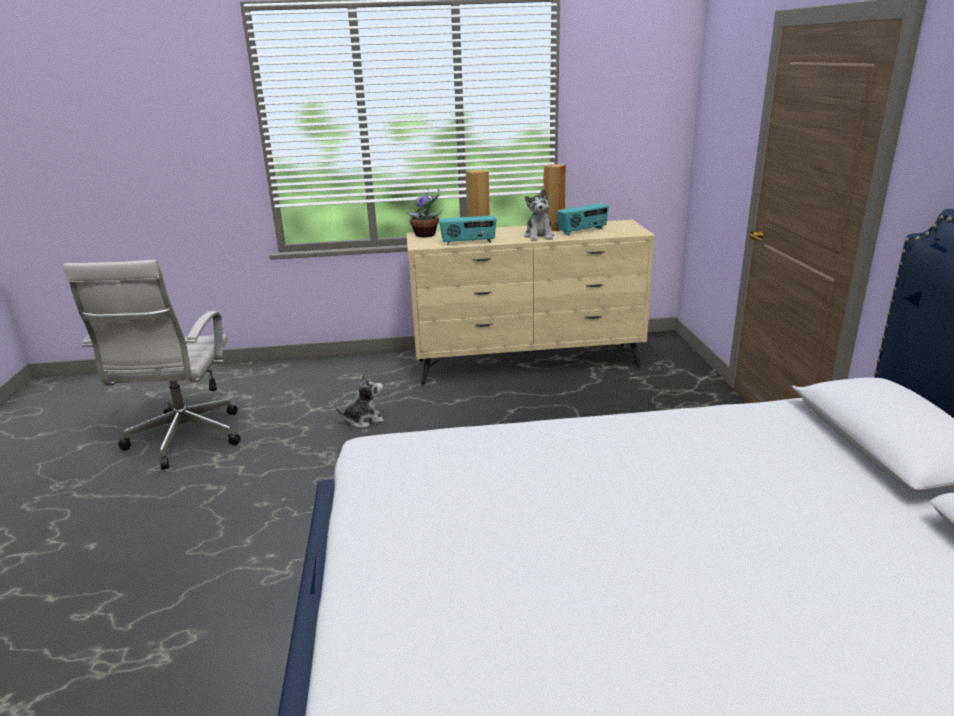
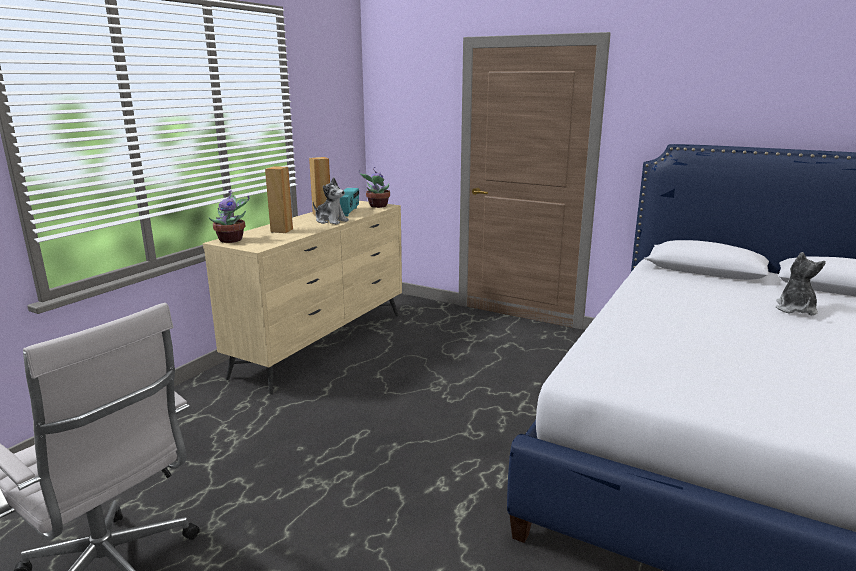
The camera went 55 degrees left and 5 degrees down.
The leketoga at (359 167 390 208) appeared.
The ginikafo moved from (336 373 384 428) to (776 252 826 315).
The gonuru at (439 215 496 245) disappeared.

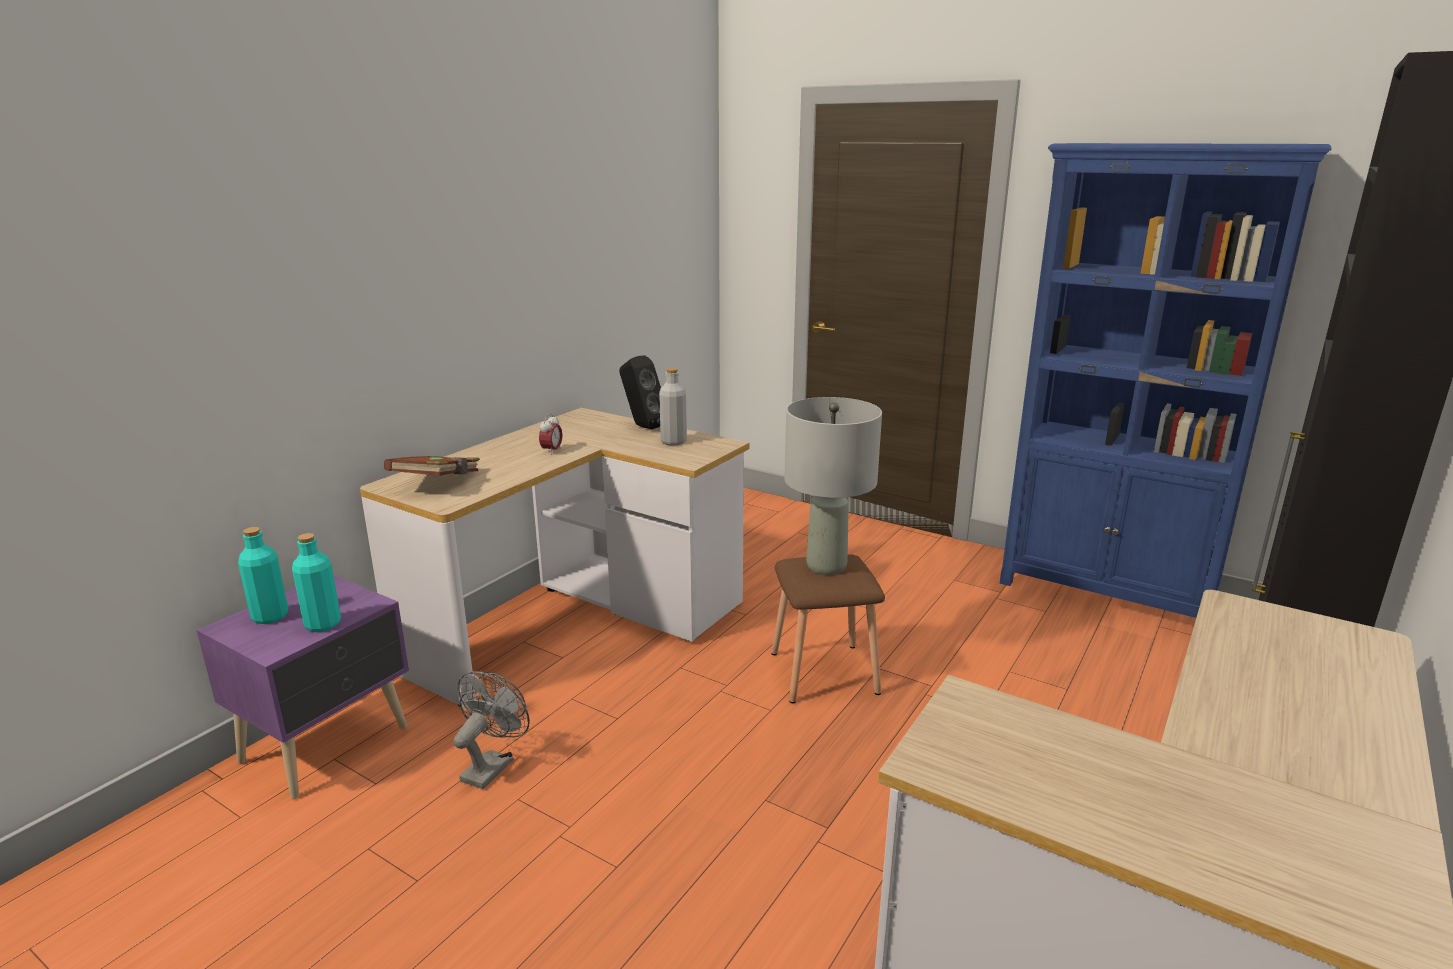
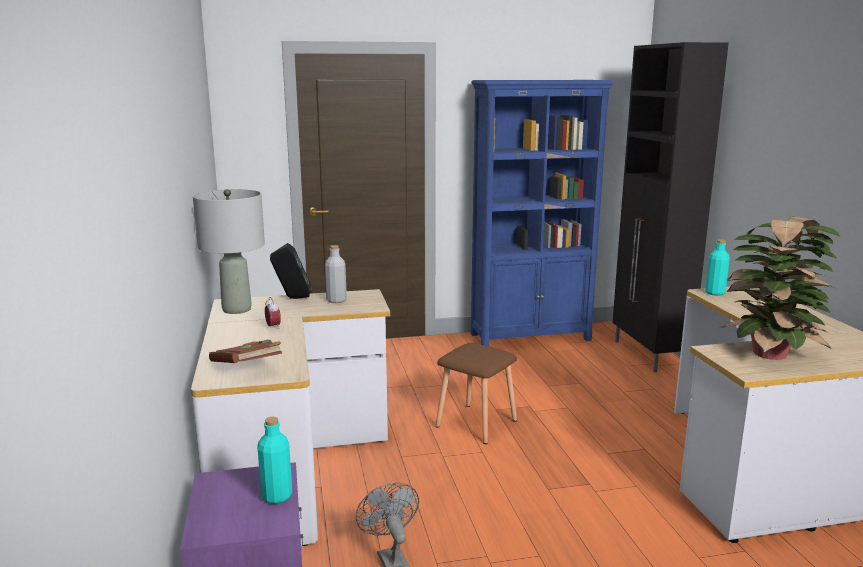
The camera went 45 degrees left and 5 degrees down.
The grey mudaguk moved from (784 397 882 575) to (193 189 265 314).
The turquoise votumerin moved from (238 527 288 624) to (705 239 730 296).
The leketoga at (721 216 840 360) appeared.

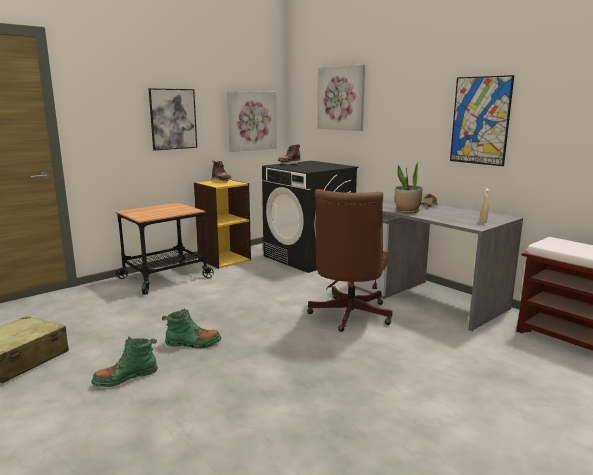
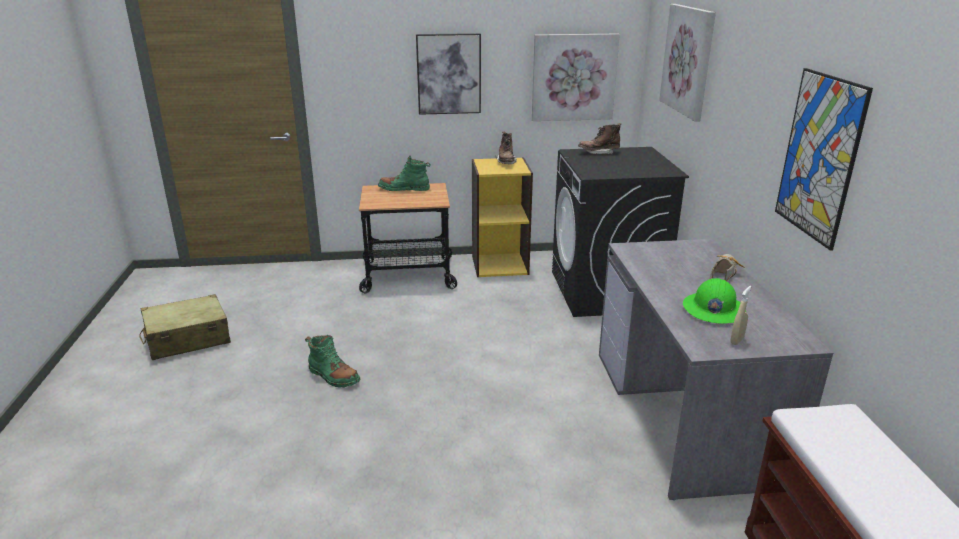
The camera went 35 degrees right and 10 degrees up.
The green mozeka moved from (91 336 158 387) to (378 156 430 191).
The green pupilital at (683 278 746 324) appeared.
The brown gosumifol at (307 189 392 332) disappeared.
The leketoga at (395 163 422 214) disappeared.

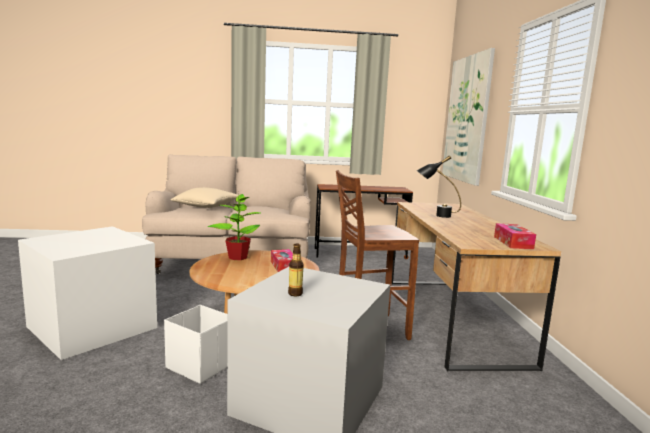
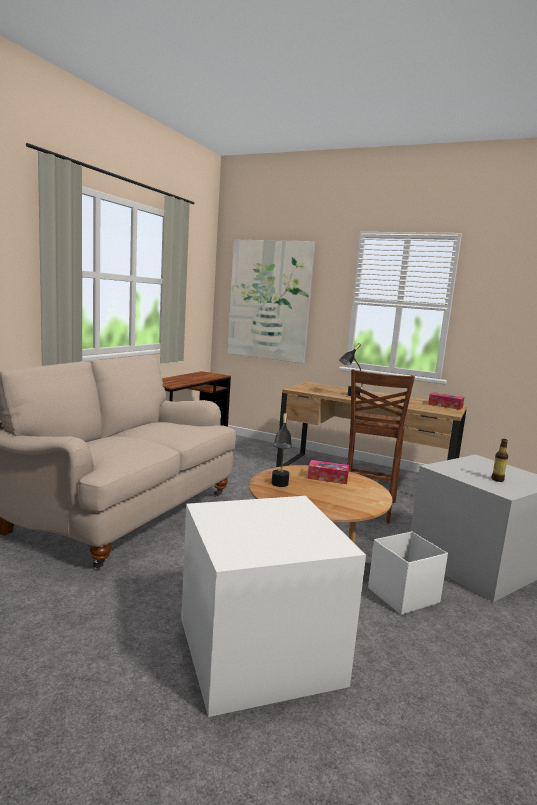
The camera went 60 degrees left and 0 degrees up.
The leketoga at (207 194 260 260) was replaced by the black mudaguk at (271 413 292 487).
The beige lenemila at (170 187 239 208) disappeared.

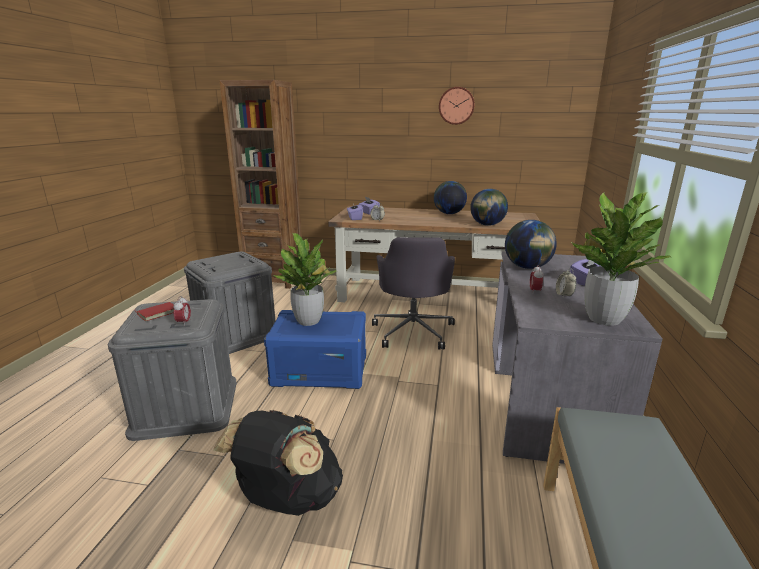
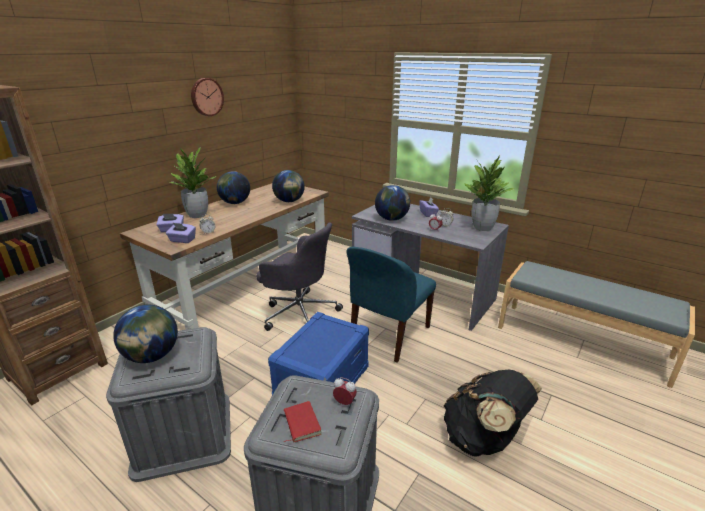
The camera went 65 degrees left and 5 degrees up.
The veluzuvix at (113 305 178 363) appeared.
The leketoga moved from (274 233 337 326) to (170 147 216 218).
The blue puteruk at (347 247 436 363) appeared.

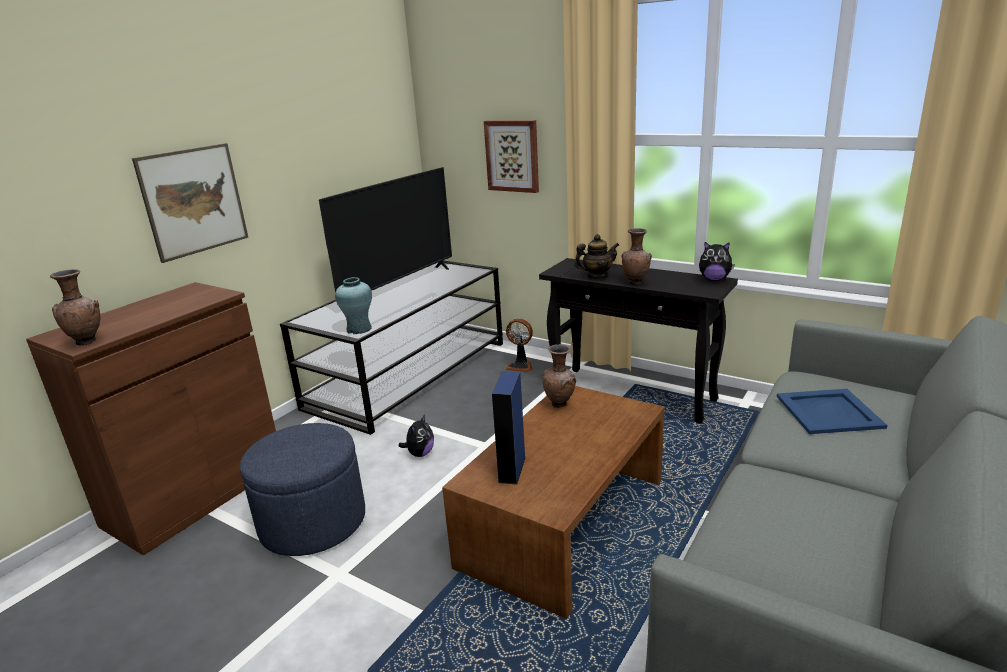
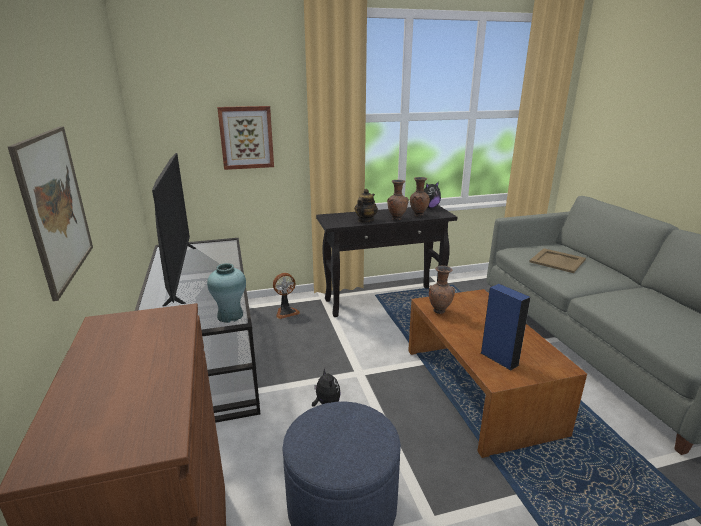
The camera went 50 degrees left and 0 degrees up.
The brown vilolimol moved from (50 269 100 346) to (410 177 430 217).
The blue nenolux at (777 389 888 434) became the beige nenolux at (529 248 586 273).

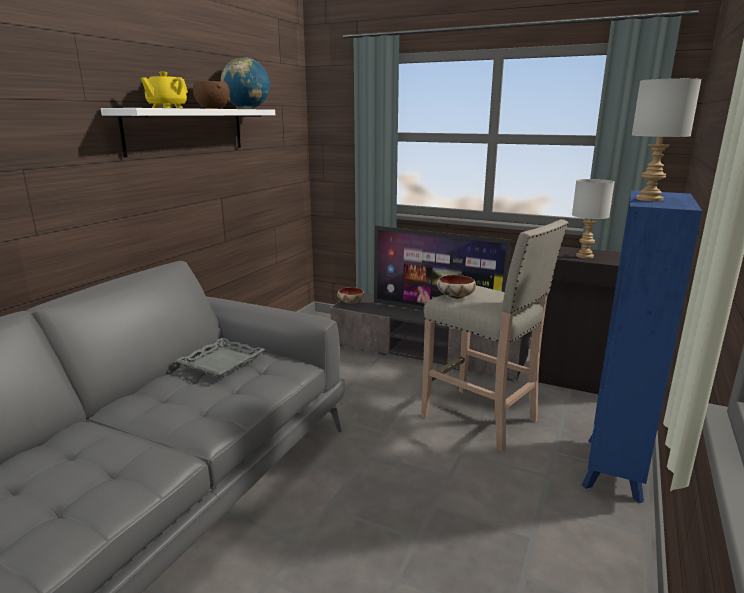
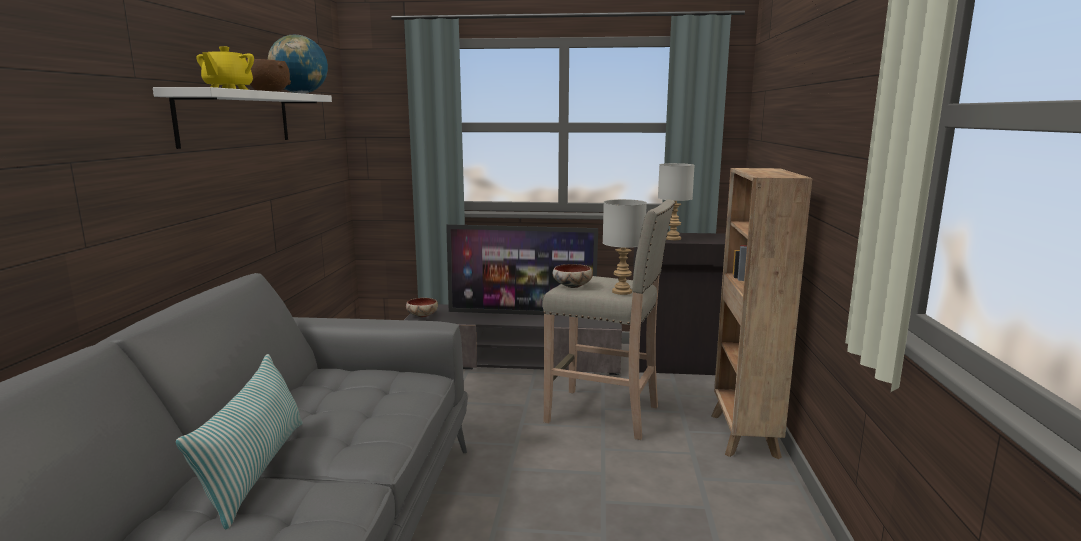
The camera went 20 degrees left and 5 degrees down.
The lenemila at (176 354 303 529) appeared.
The grey mudaguk moved from (632 78 702 202) to (603 199 647 295).
The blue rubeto at (582 190 702 503) became the brown rubeto at (711 168 812 459).
The grey nenolux at (175 338 265 378) disappeared.

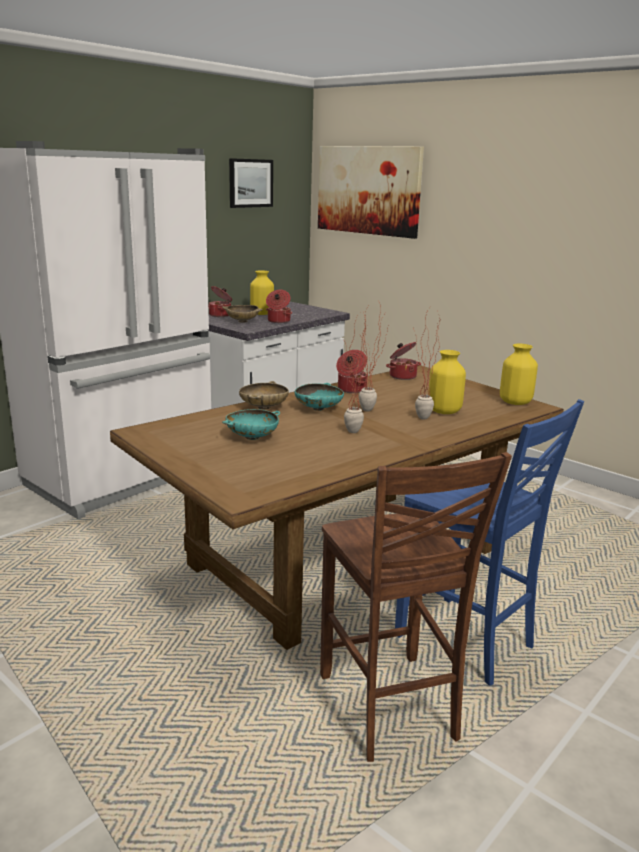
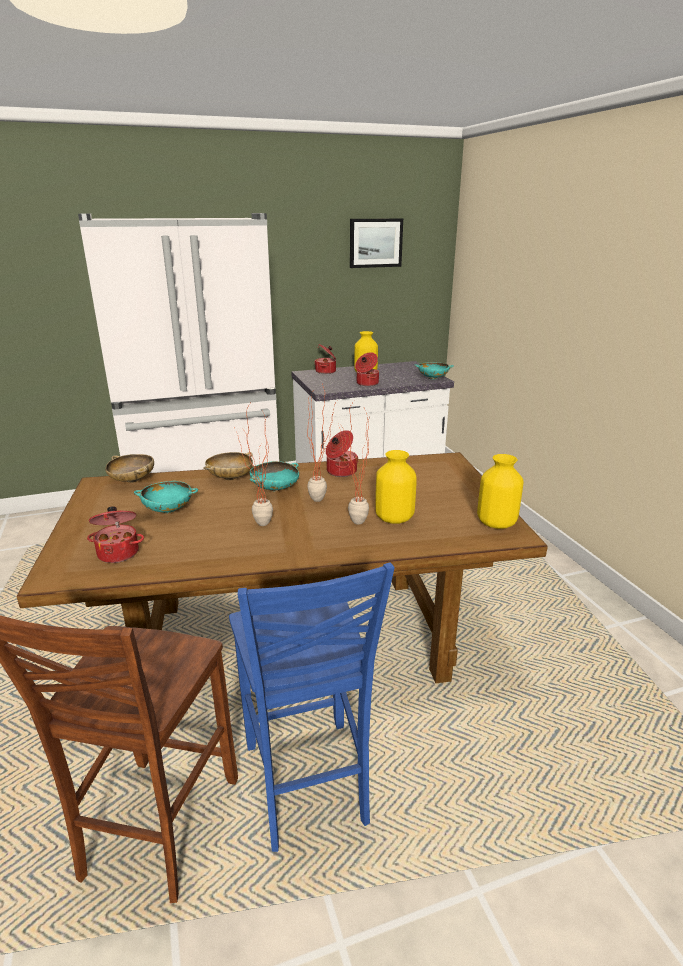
The camera went 30 degrees right and 5 degrees up.
The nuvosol moved from (386 342 421 380) to (87 506 144 563).
The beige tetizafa moved from (222 305 263 323) to (105 454 154 483).
The turquoise tetizafa at (414 362 454 380) appeared.
The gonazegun at (318 146 424 239) disappeared.

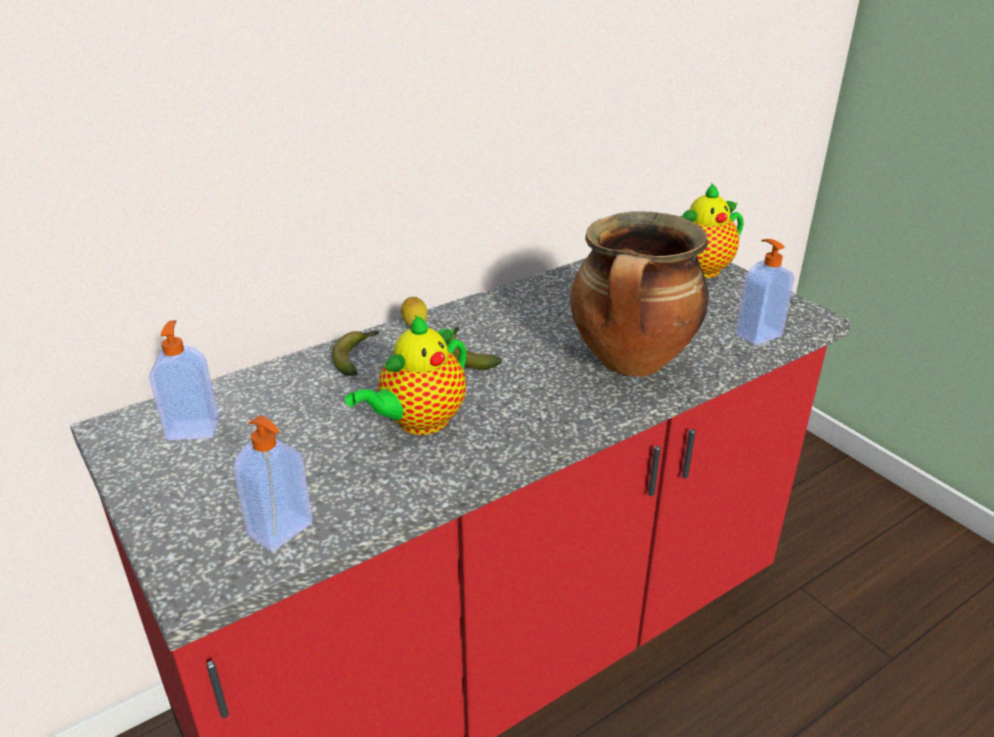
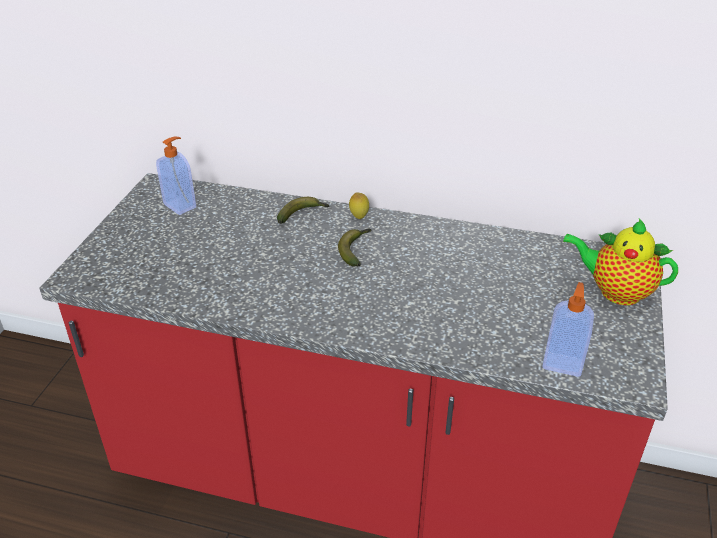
The camera went 50 degrees right and 5 degrees up.
The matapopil at (233 415 313 551) disappeared.
The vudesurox at (345 315 467 435) disappeared.
The nuvosol at (570 211 709 377) disappeared.

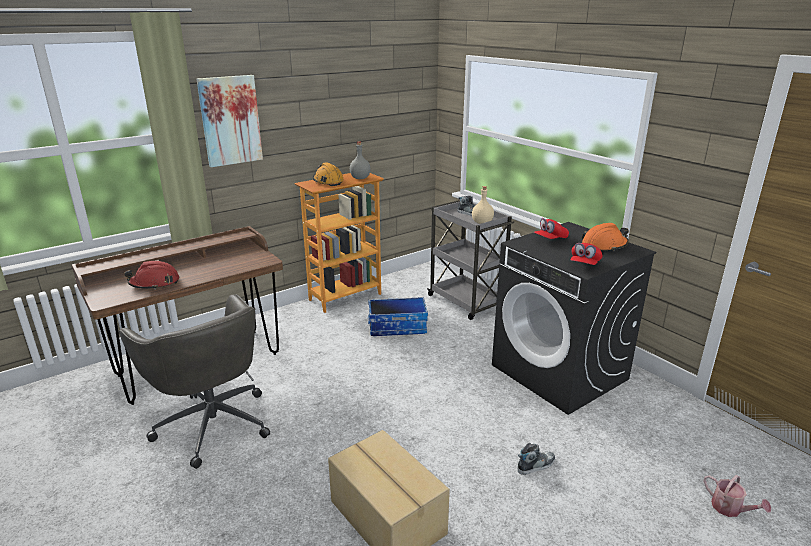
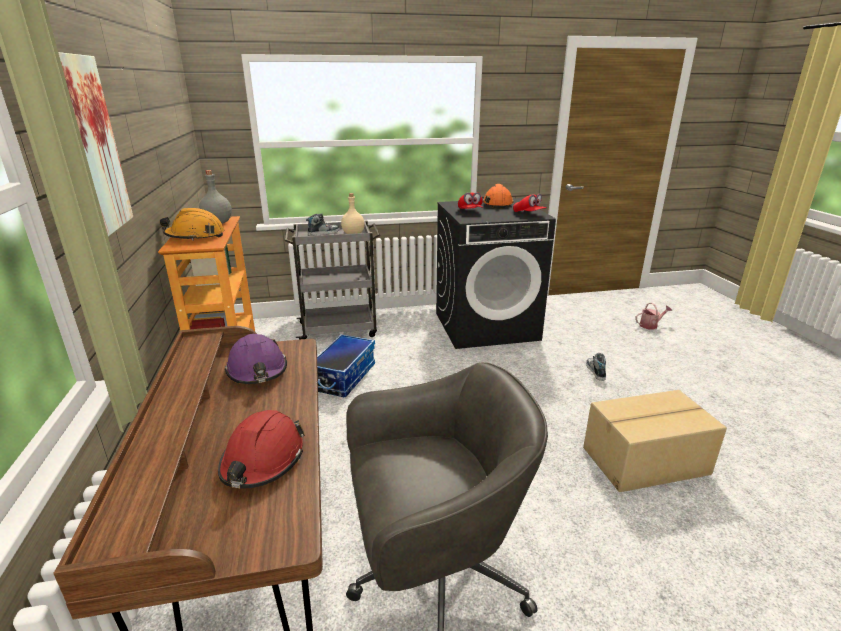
The camera went 65 degrees left and 0 degrees up.
The purple pupilital at (225 334 287 384) appeared.

